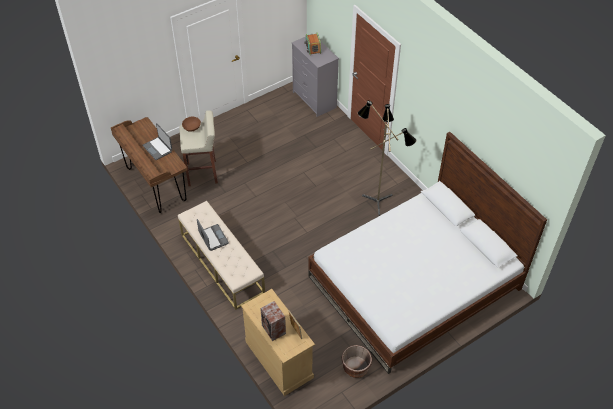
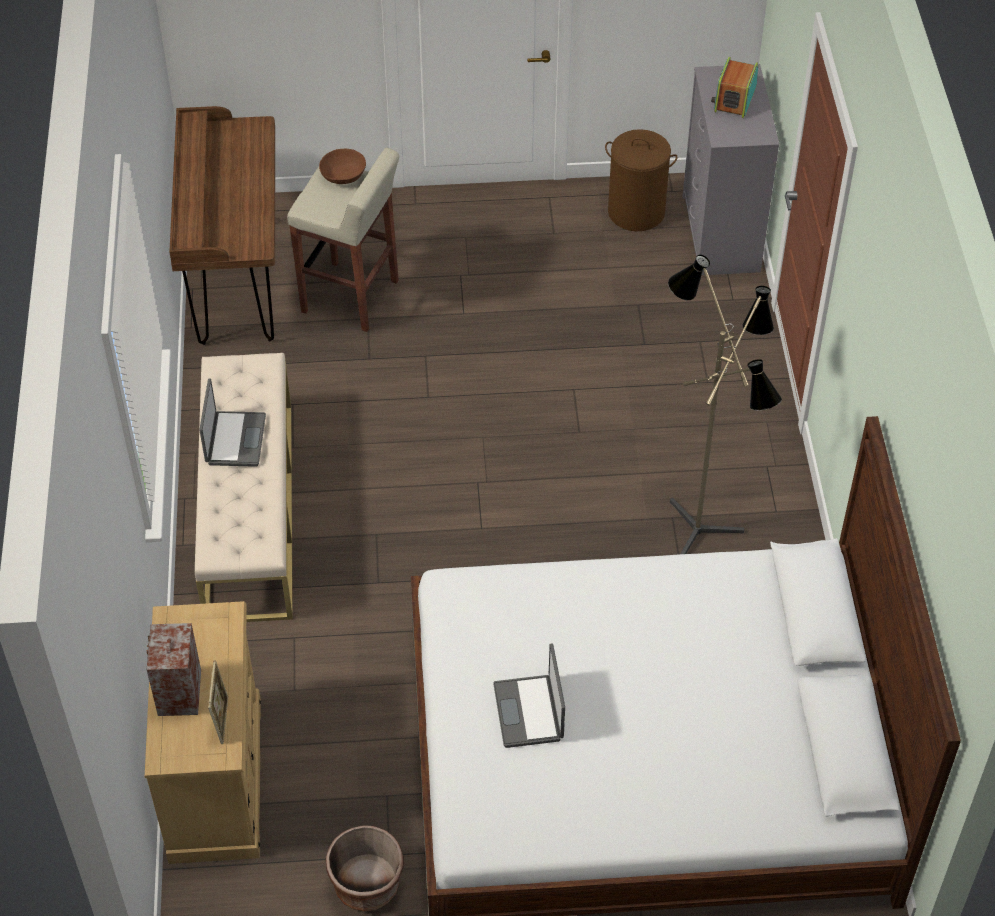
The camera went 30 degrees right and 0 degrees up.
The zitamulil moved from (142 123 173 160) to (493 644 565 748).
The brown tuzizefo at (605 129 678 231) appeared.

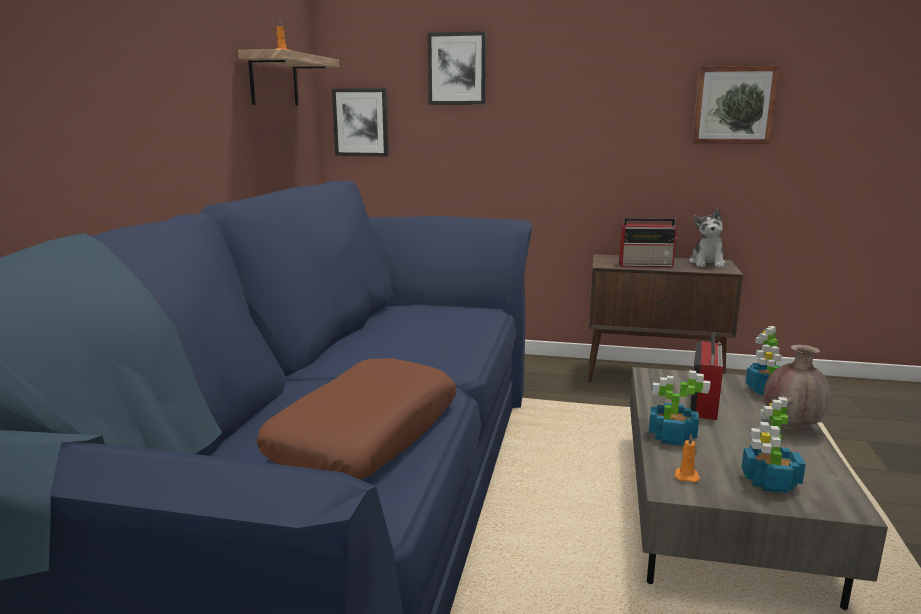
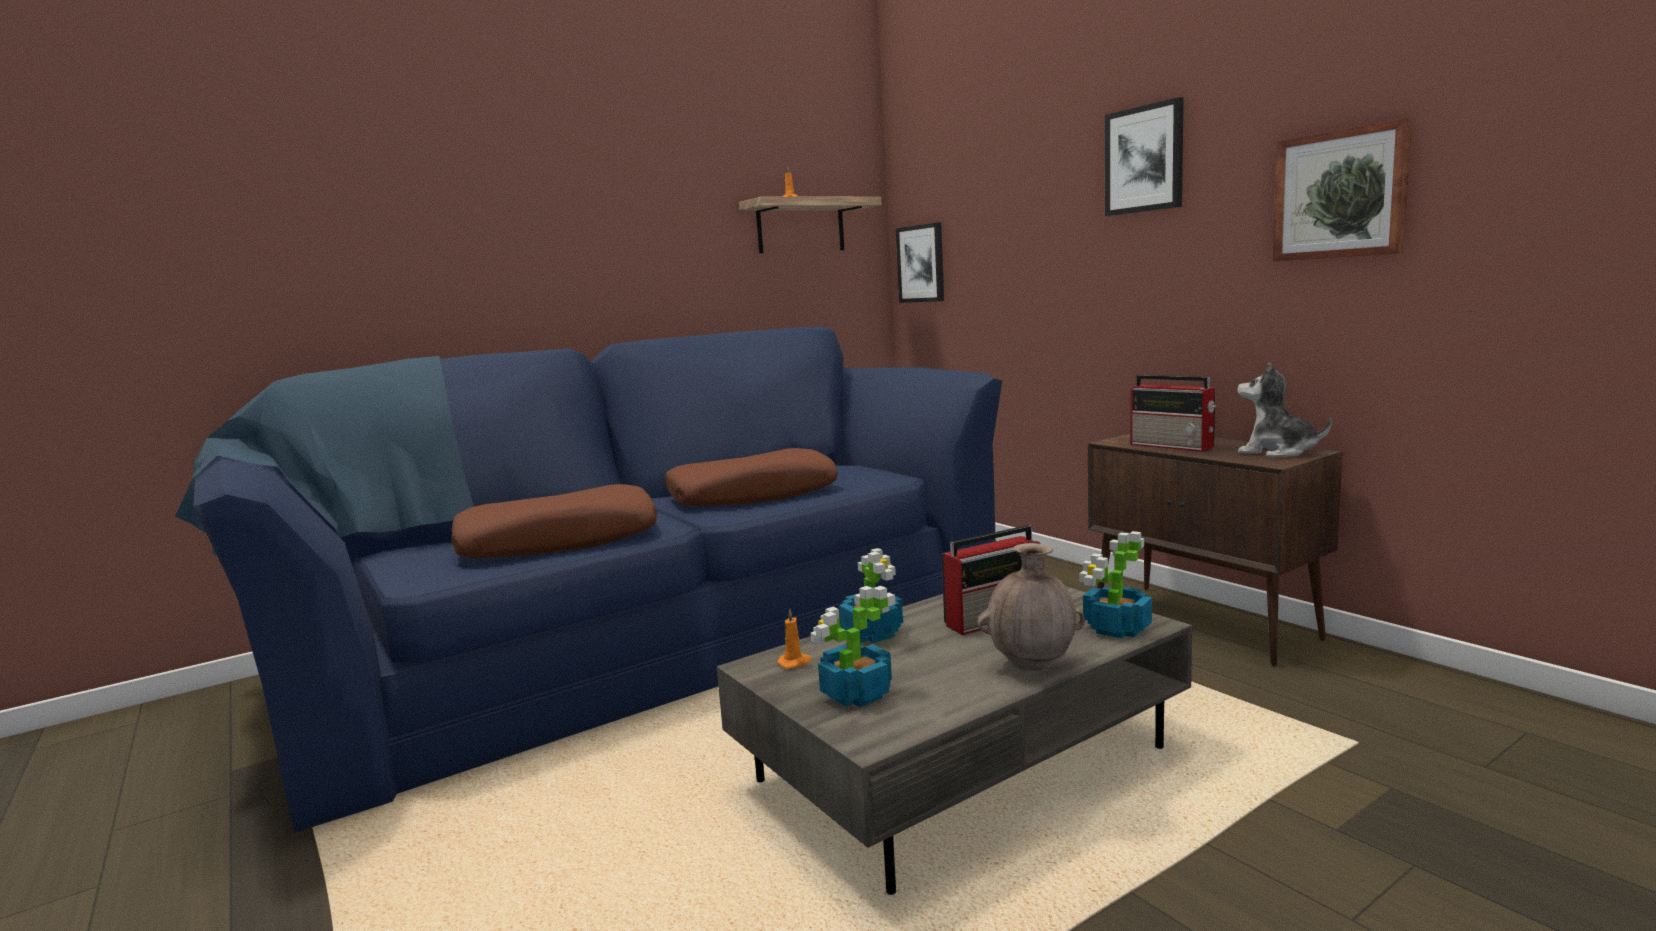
The camera went 45 degrees right and 5 degrees down.
The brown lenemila at (664 448 838 506) appeared.
The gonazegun moved from (428 31 486 105) to (1105 97 1184 216).
The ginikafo at (689 209 726 268) turned 75 degrees clockwise.

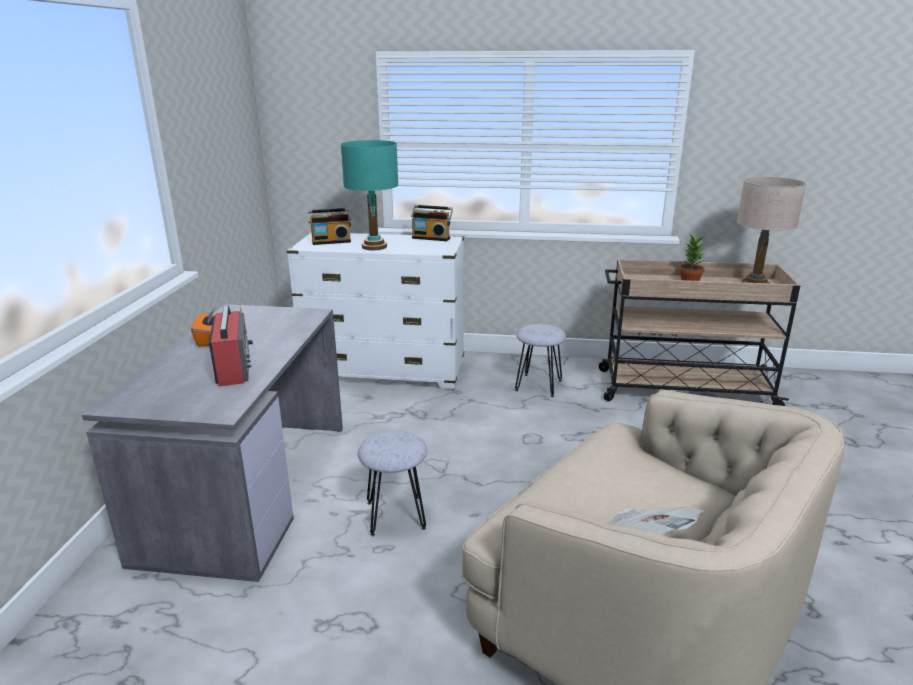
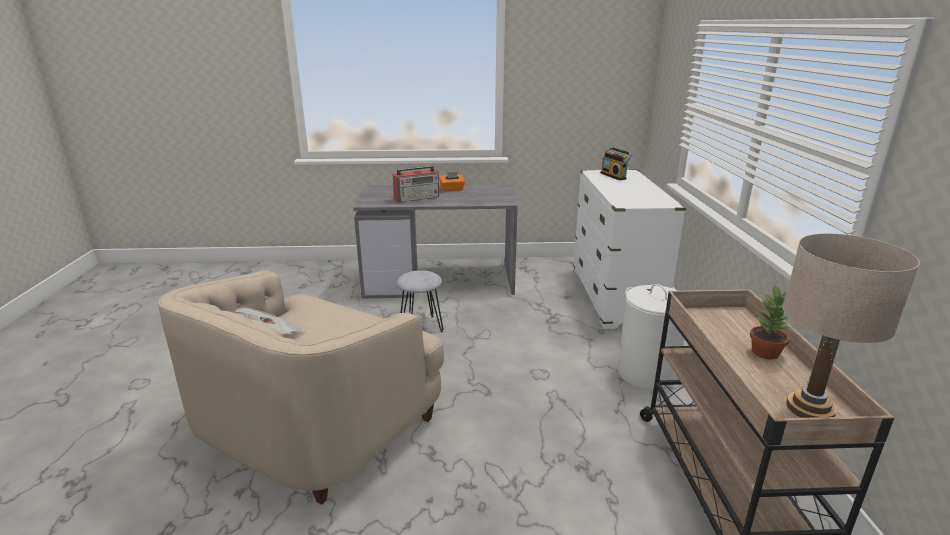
The camera went 80 degrees right and 0 degrees up.
The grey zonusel at (515 324 566 397) was replaced by the white tuzizefo at (618 284 685 390).
The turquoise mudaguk at (341 140 398 250) disappeared.
The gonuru at (411 205 453 241) disappeared.

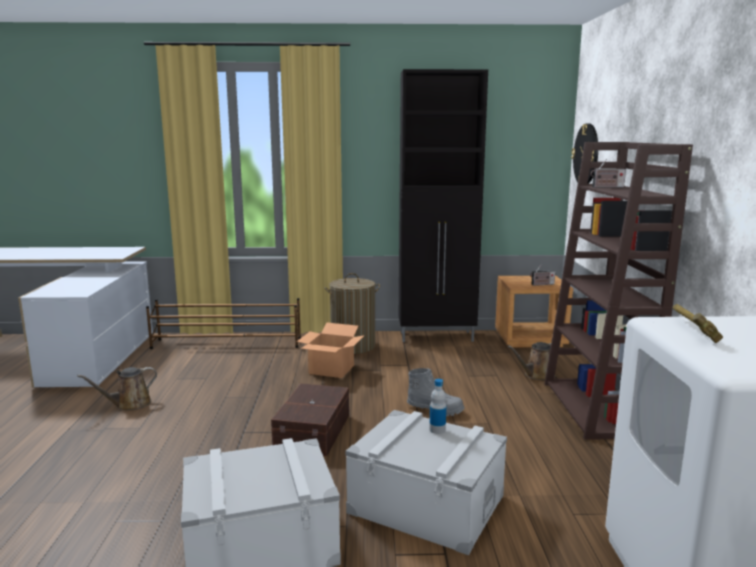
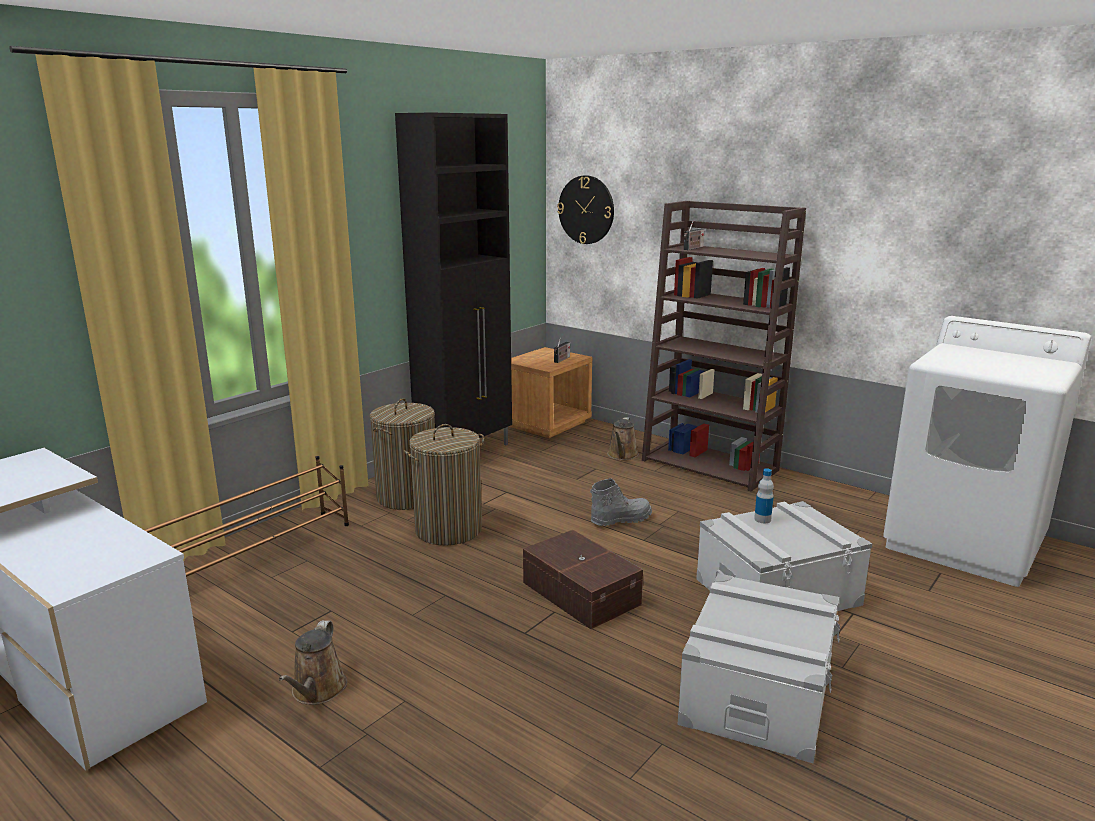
The camera went 50 degrees left and 5 degrees up.
The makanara at (297 322 365 378) was replaced by the tuzizefo at (403 424 484 546).
The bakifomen at (673 304 723 343) disappeared.

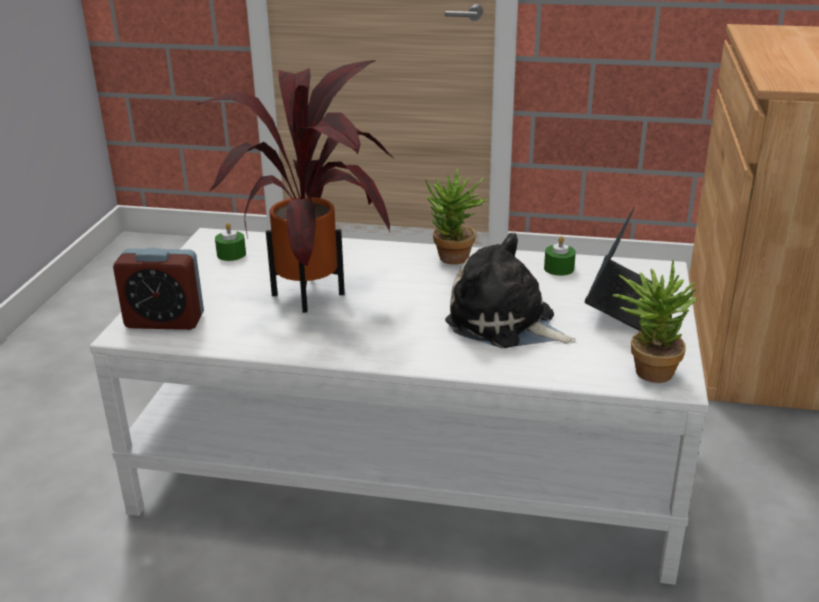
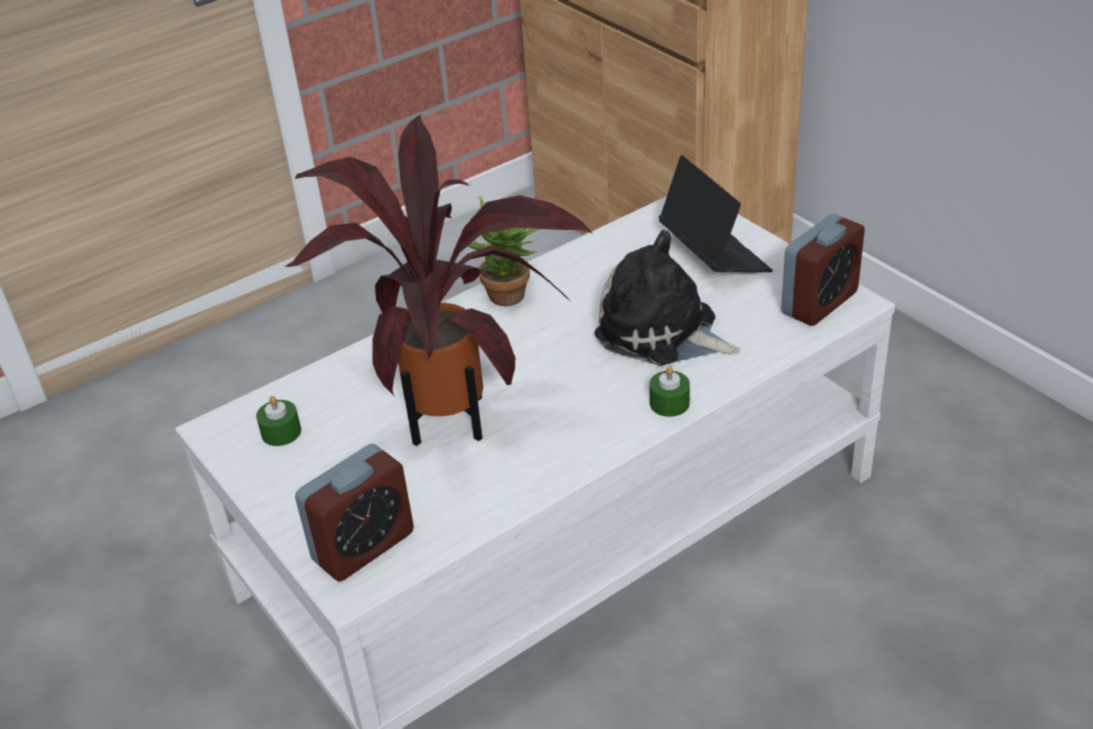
The camera went 45 degrees left and 10 degrees up.
The ginikafo at (445 233 576 348) turned 45 degrees clockwise.
The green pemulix moved from (544 236 576 276) to (649 366 690 417).
The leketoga at (613 260 697 383) was replaced by the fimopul at (781 214 865 326).

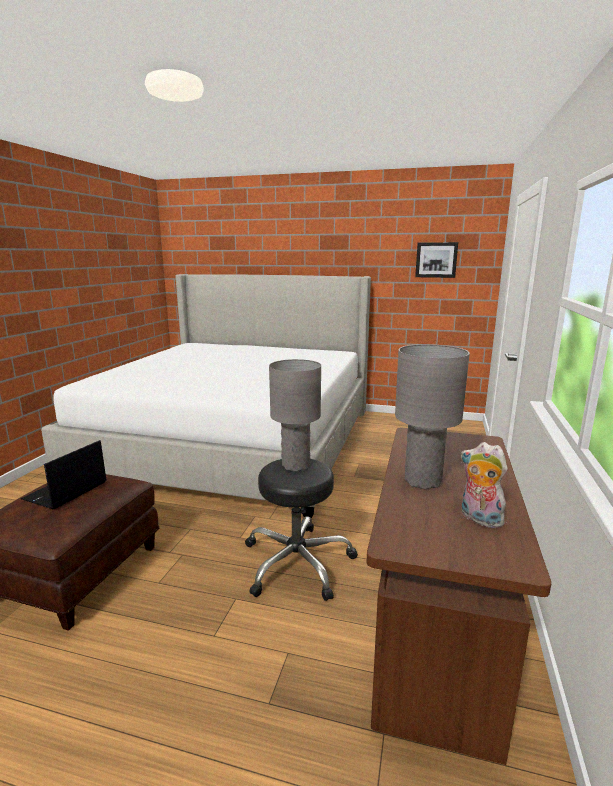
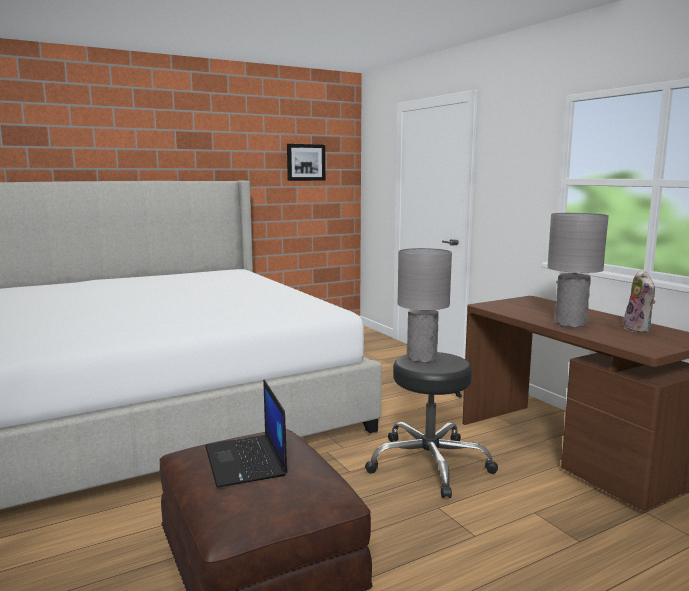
The camera went 45 degrees left and 5 degrees down.
The ginikafo at (460 442 508 528) turned 90 degrees counterclockwise.

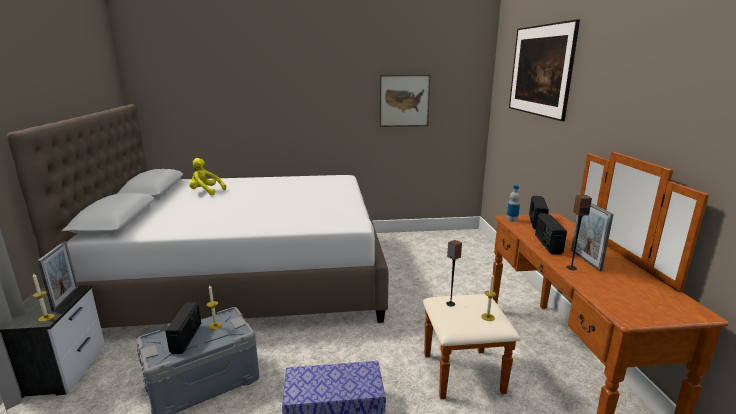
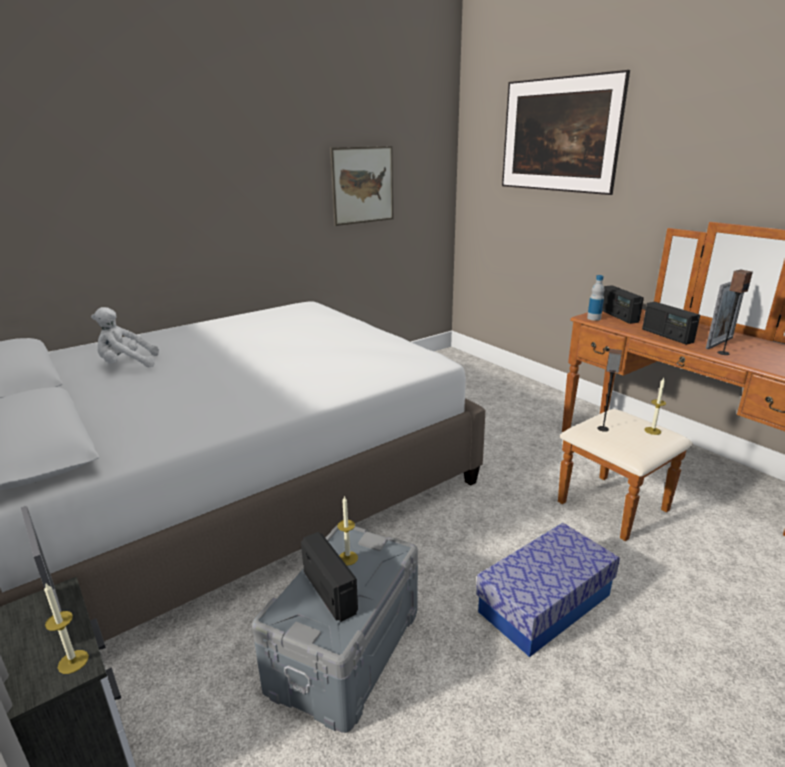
The camera went 30 degrees left and 5 degrees up.
The yellow ginikafo at (189 158 226 195) became the white ginikafo at (91 307 159 367).
The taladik at (571 203 614 271) turned 90 degrees counterclockwise.

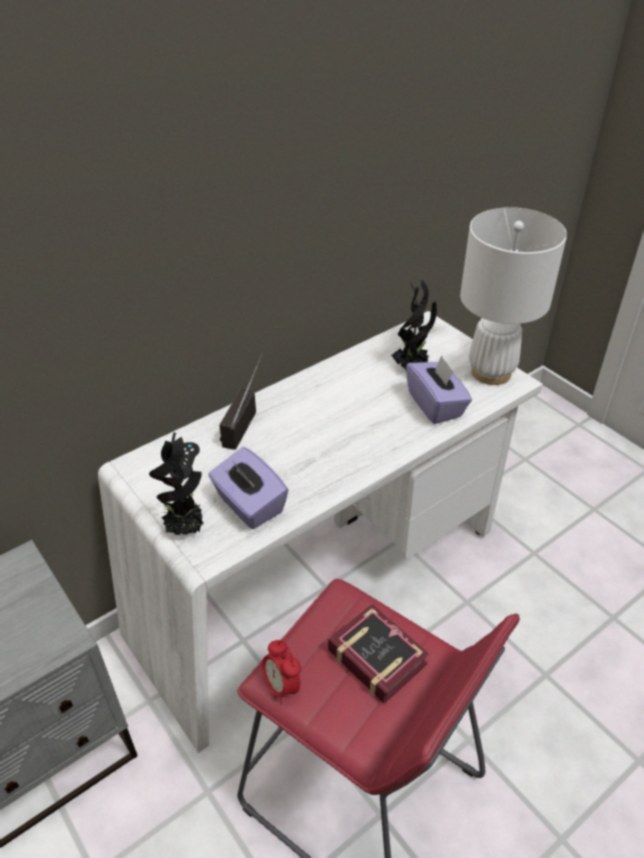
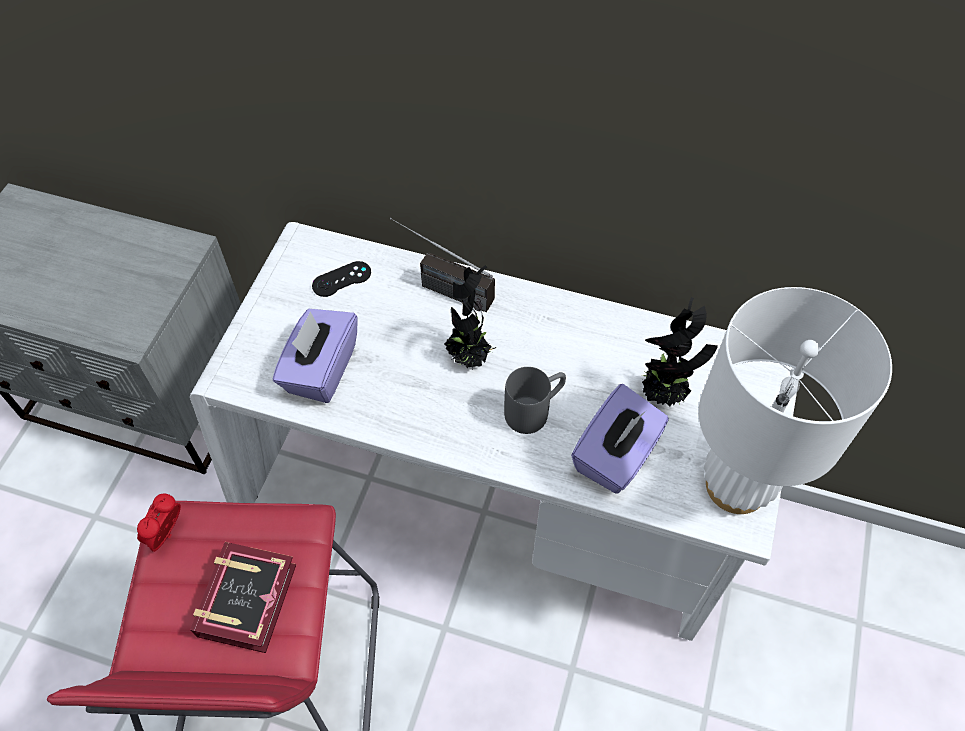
The camera went 55 degrees right and 15 degrees up.
The gonuru at (219 353 263 450) turned 135 degrees counterclockwise.
The leketoga moved from (149 432 204 535) to (444 265 496 369).
The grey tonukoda at (504 367 566 434) appeared.

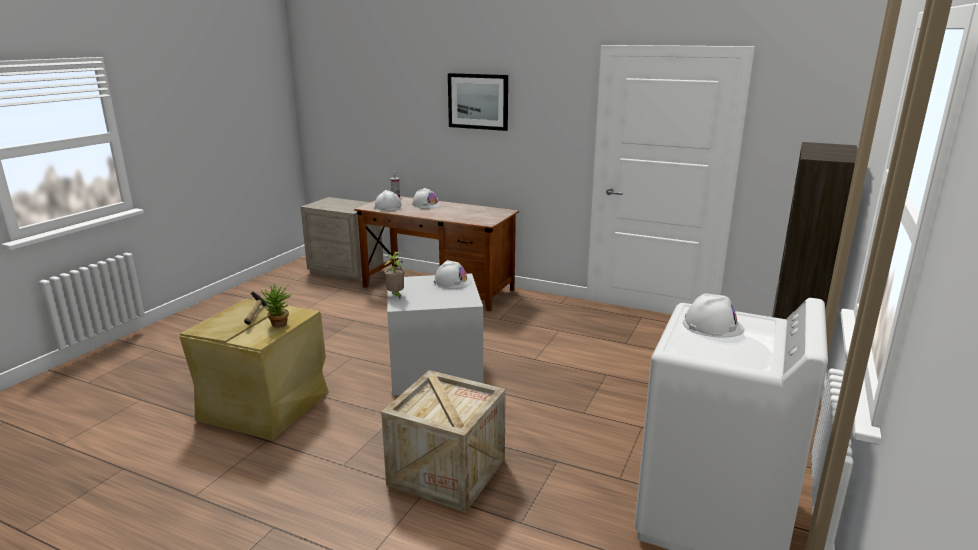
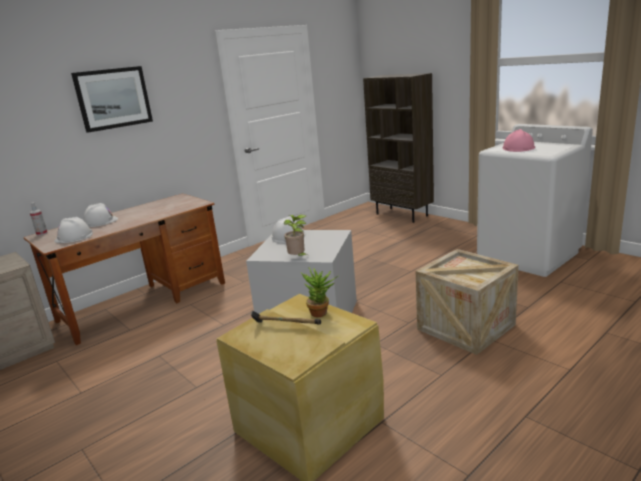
The camera went 65 degrees left and 0 degrees up.
The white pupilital at (683 293 744 337) became the pink pupilital at (503 129 535 152).

